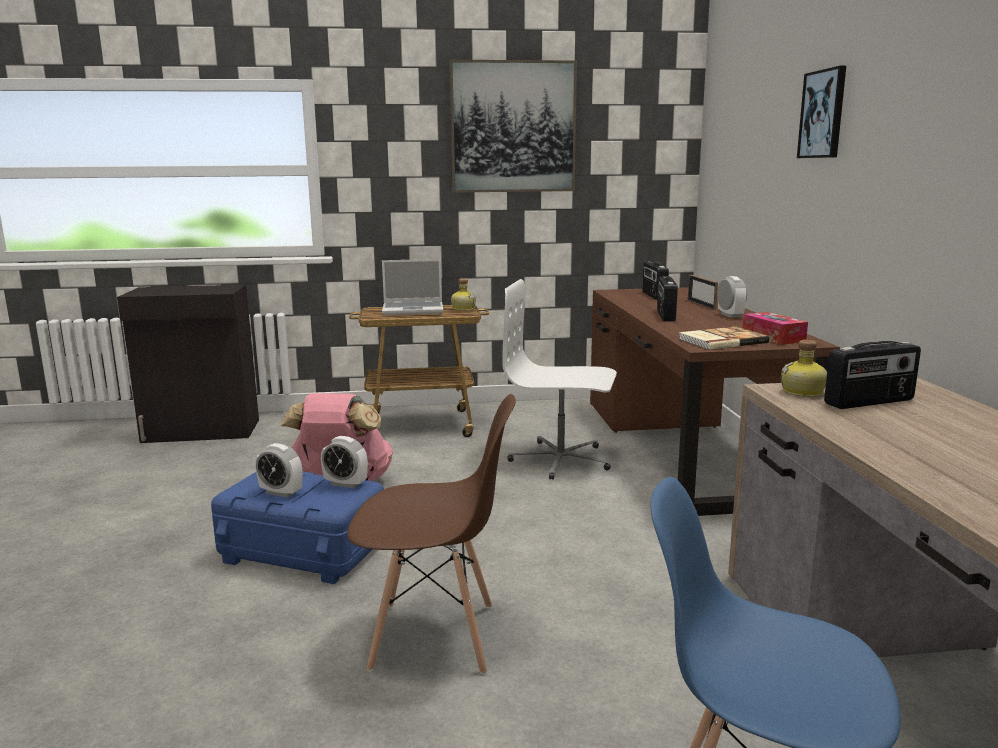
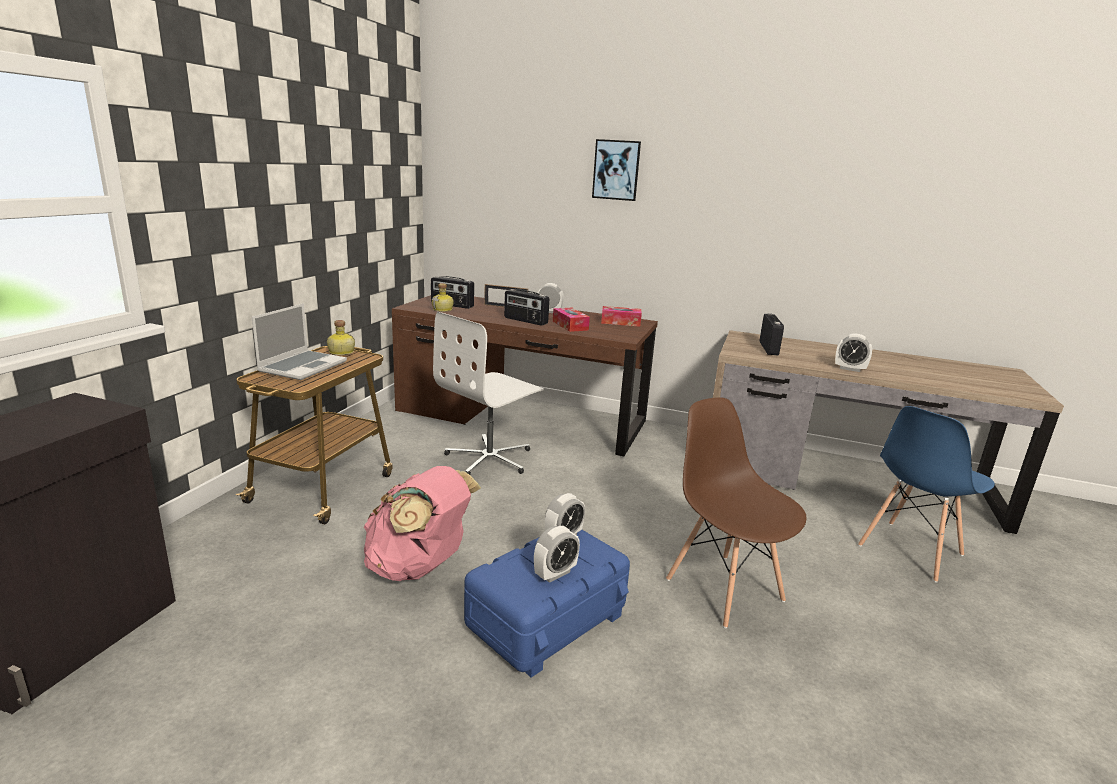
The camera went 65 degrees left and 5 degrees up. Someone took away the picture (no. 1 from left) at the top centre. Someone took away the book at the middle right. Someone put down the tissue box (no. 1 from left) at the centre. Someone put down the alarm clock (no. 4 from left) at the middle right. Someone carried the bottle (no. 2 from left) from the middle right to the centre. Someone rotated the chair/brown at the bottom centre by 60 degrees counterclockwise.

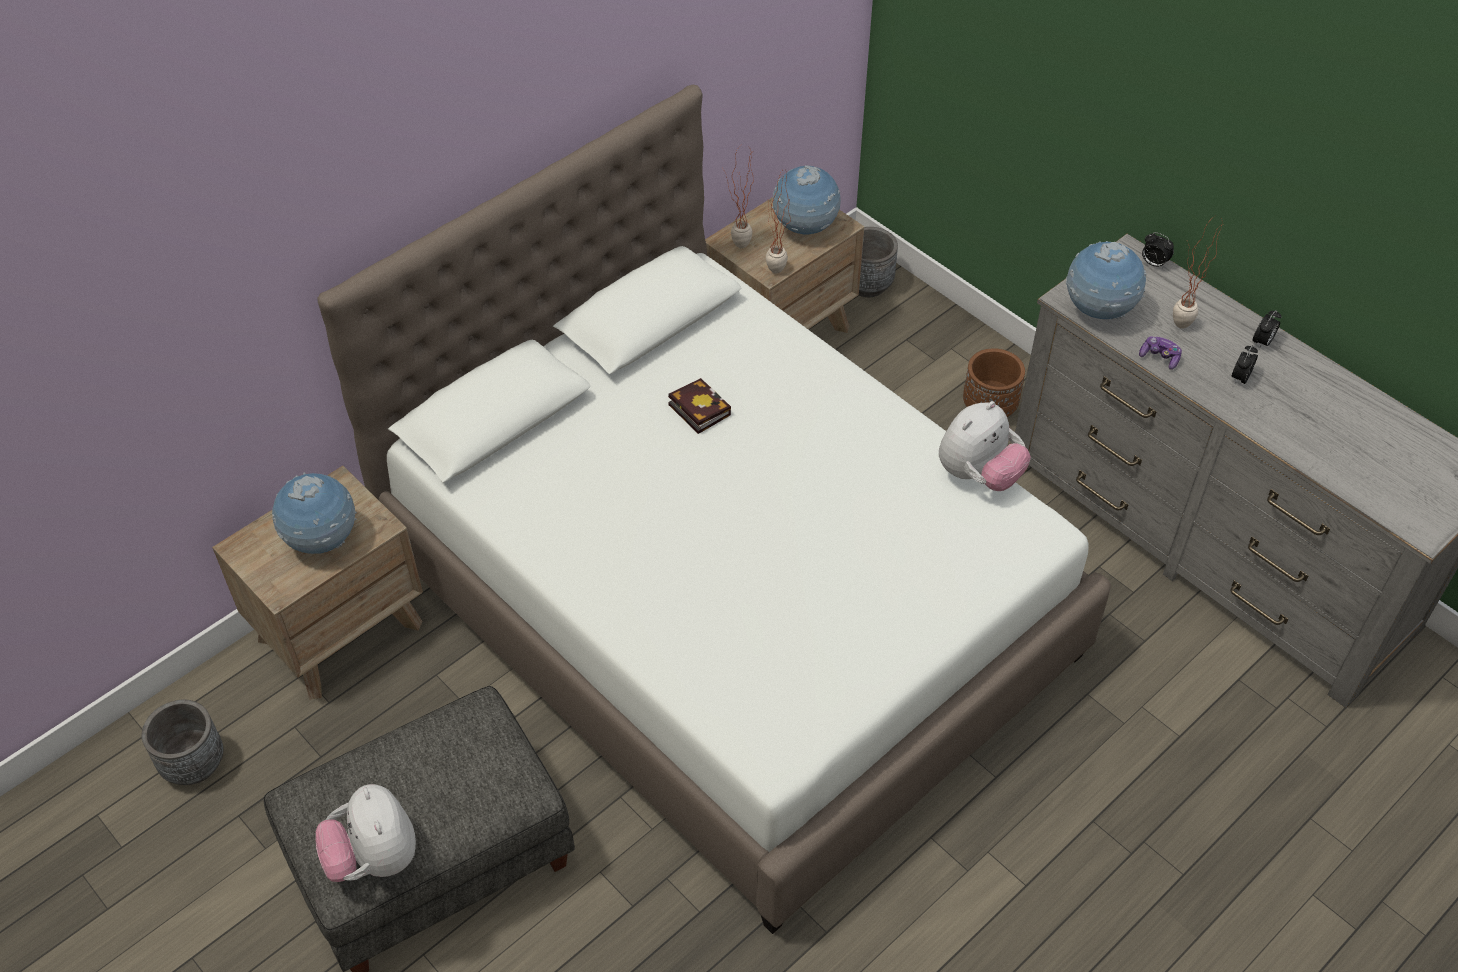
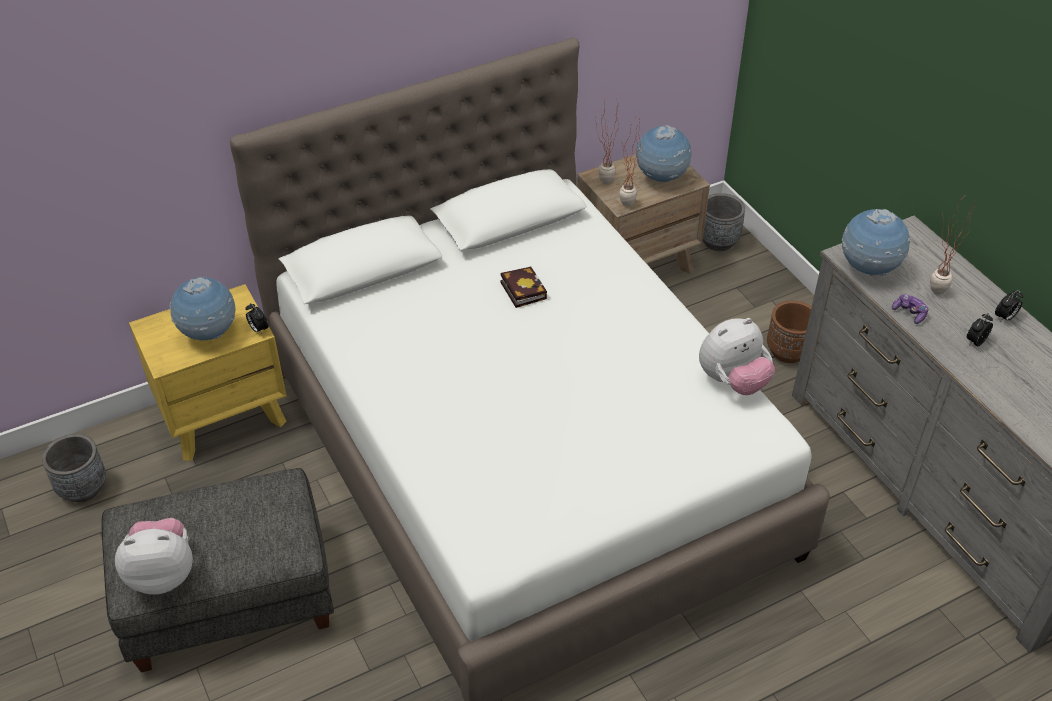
The camera went 15 degrees right and 5 degrees down. Someone carried the alarm clock (no. 1 from left) from the top right to the middle left. Someone repainted the nightstand/brown (no. 1 from left) at the middle left, which became the nightstand/yellow at the middle left. Someone rotated the plush toy (no. 1 from left) at the bottom left by 90 degrees clockwise.

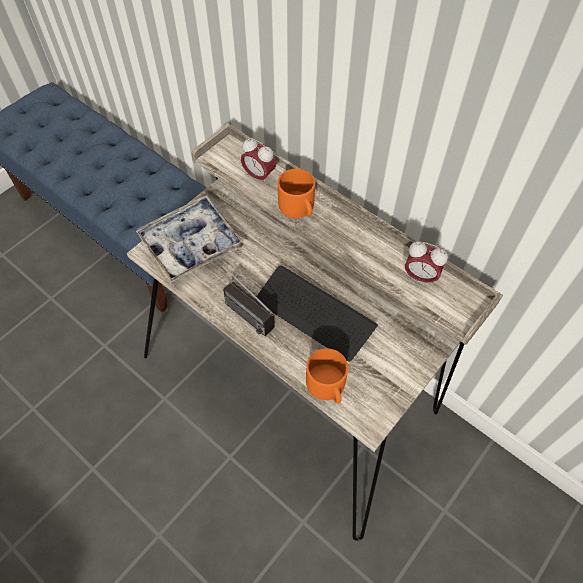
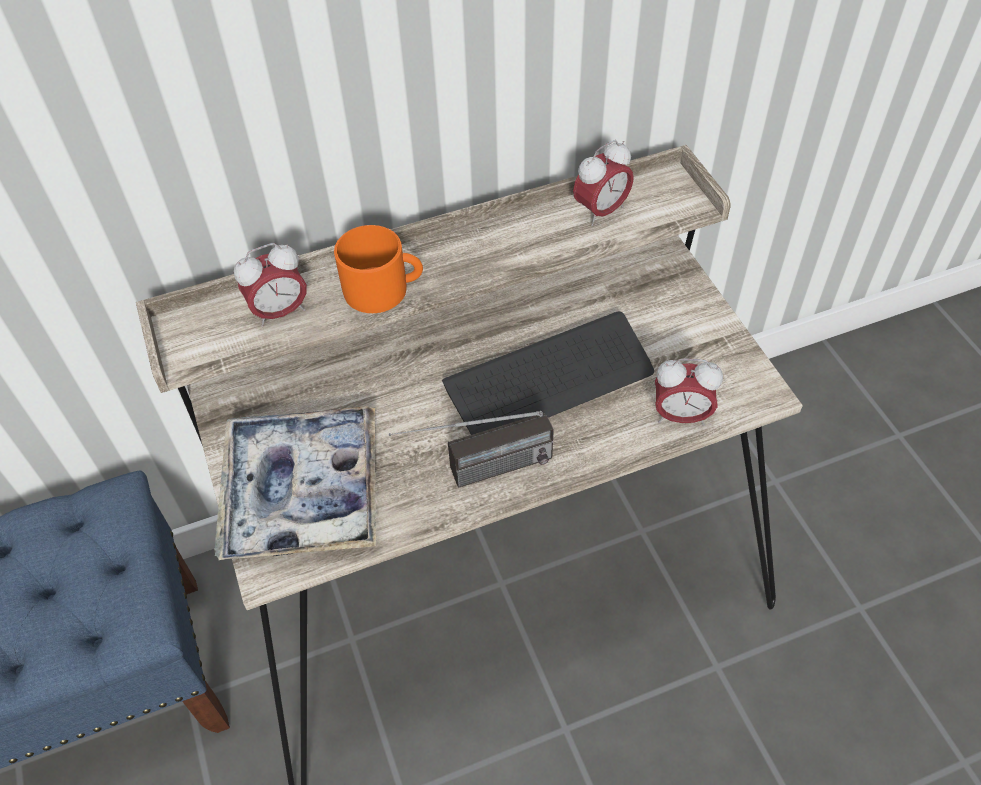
The camera went 60 degrees left and 5 degrees down. Someone swapped the mug/orange (no. 2 from left) at the centre for the alarm clock (no. 3 from left) at the middle right.

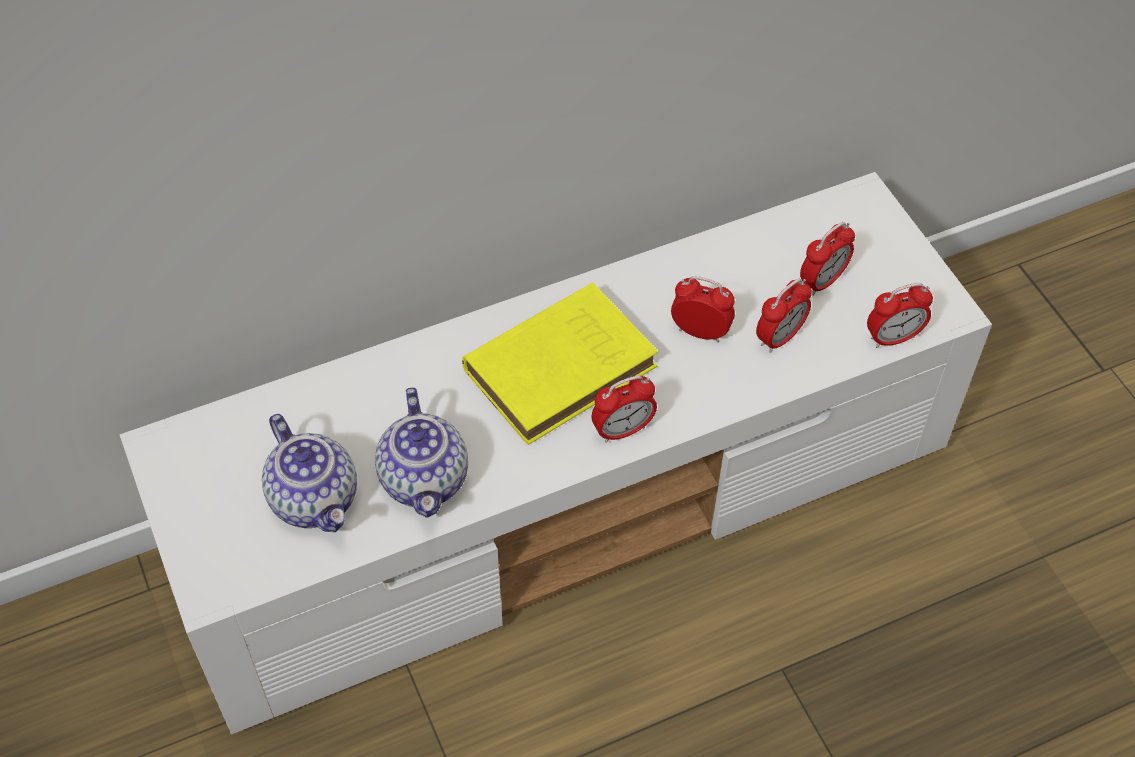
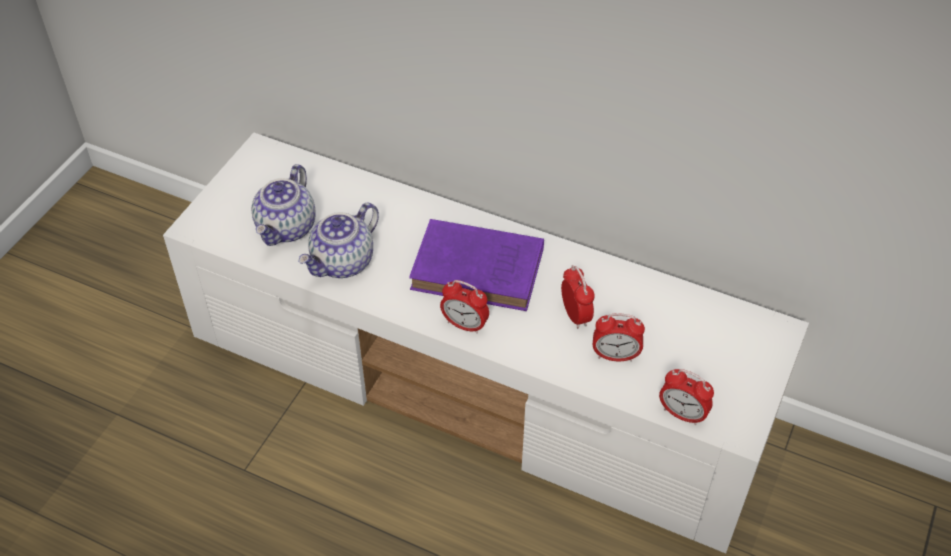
The camera went 50 degrees right and 5 degrees down. Someone took away the alarm clock (no. 4 from left) at the middle right. Someone repainted the book/yellow at the centre, which became the book/purple at the centre.

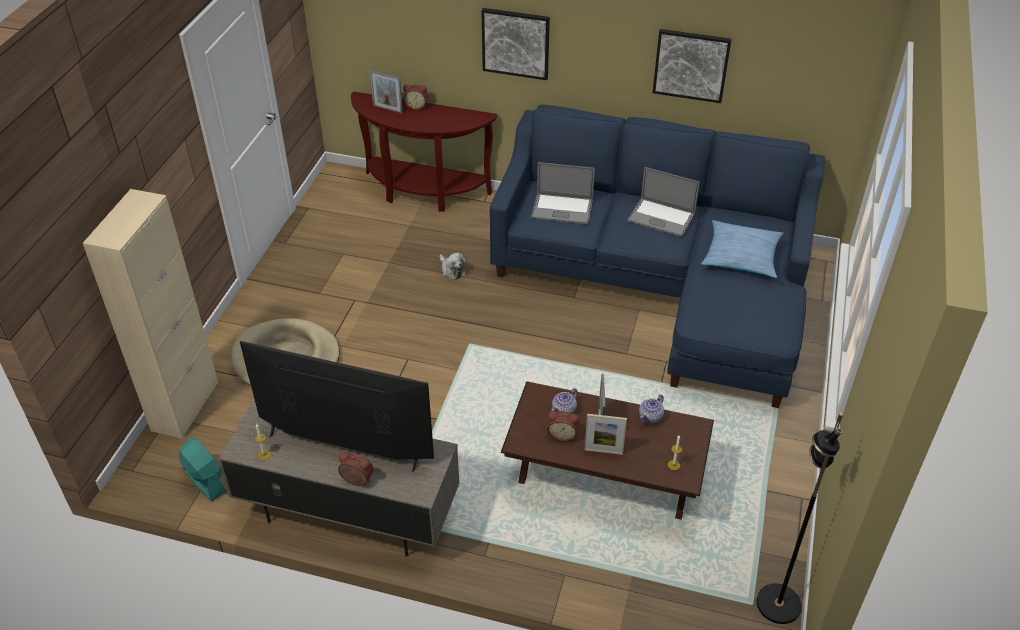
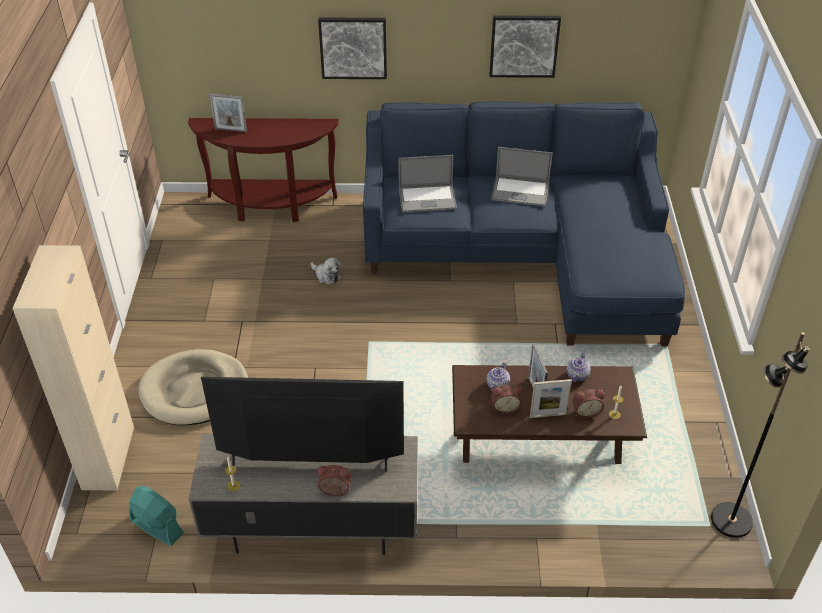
The camera went 15 degrees left and 0 degrees up. Someone took away the pillow at the middle right. Someone carried the alarm clock (no. 2 from left in the first image) from the top centre to the middle right.

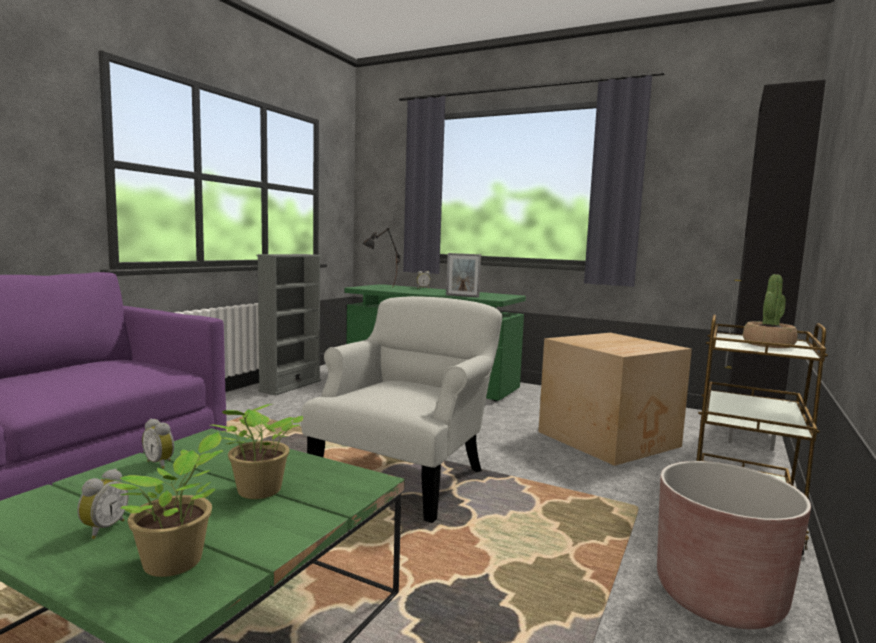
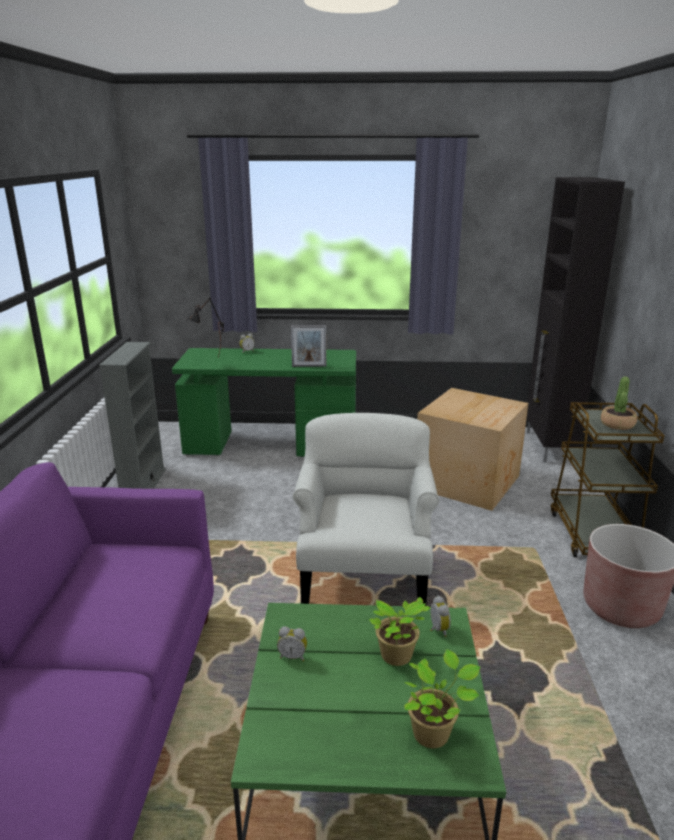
The camera went 25 degrees left and 15 degrees up. Someone carried the alarm clock (no. 1 from left in the first image) from the bottom left to the bottom centre.

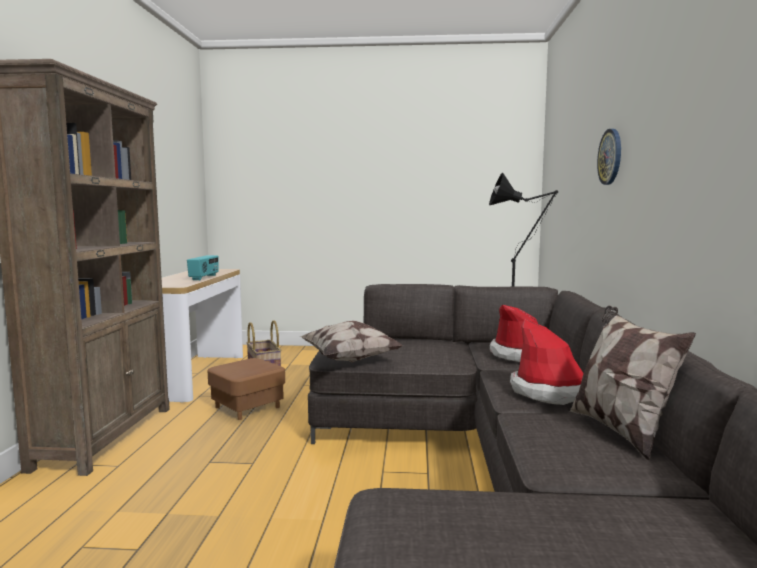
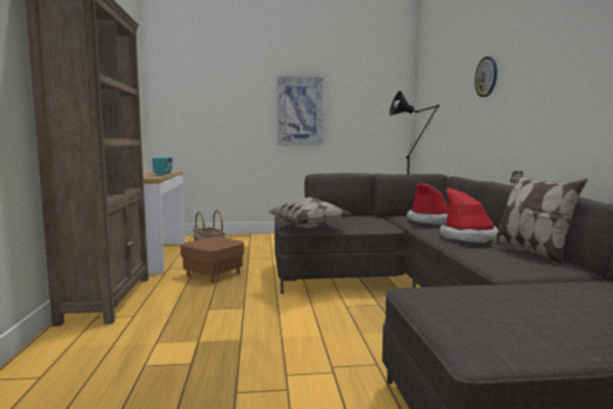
The camera went 10 degrees left and 0 degrees up. Someone put up the picture at the top centre.

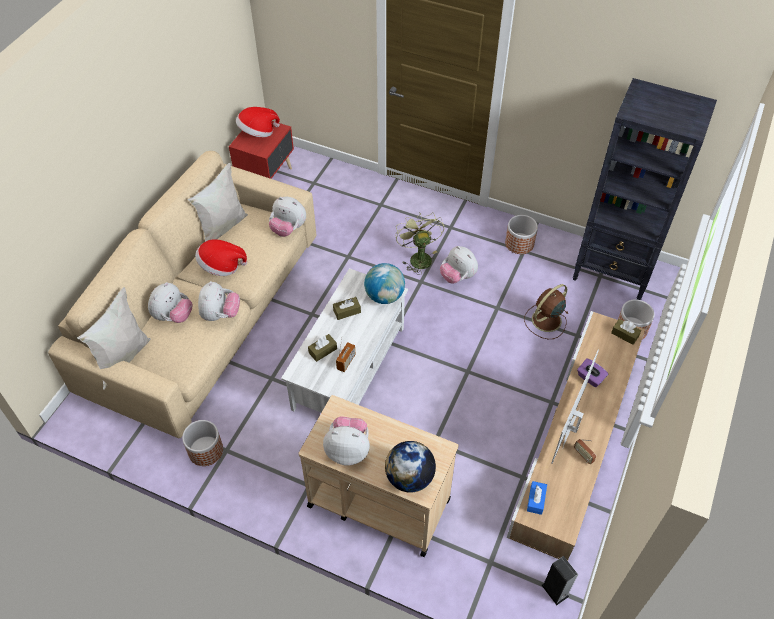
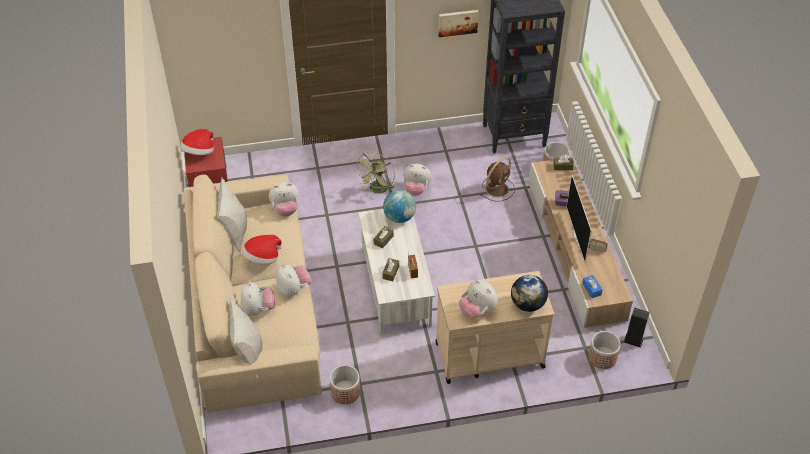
The camera went 35 degrees left and 5 degrees down. Someone put up the picture at the top centre. Someone carried the planter (no. 2 from left in the first image) from the middle right to the bottom right. Someone rotated the plush toy (no. 4 from left in the first image) at the bottom centre by 105 degrees counterclockwise. Someone rotated the fan/green at the centre by 105 degrees counterclockwise. Someone rotated the fan/brown at the middle right by 150 degrees counterclockwise.

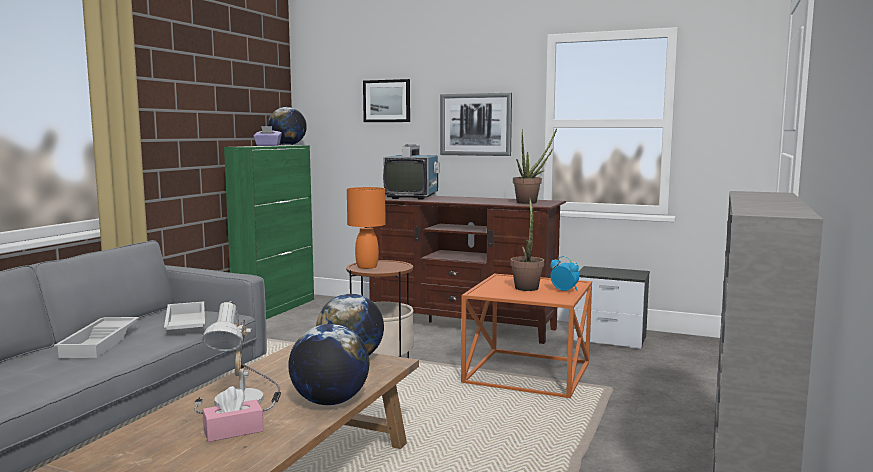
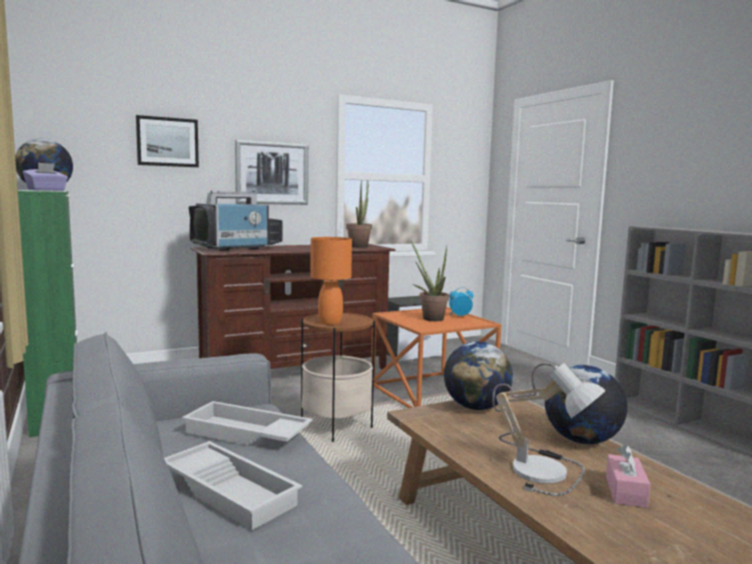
The camera went 50 degrees left and 0 degrees up. Someone rotated the television at the centre by 90 degrees clockwise.

